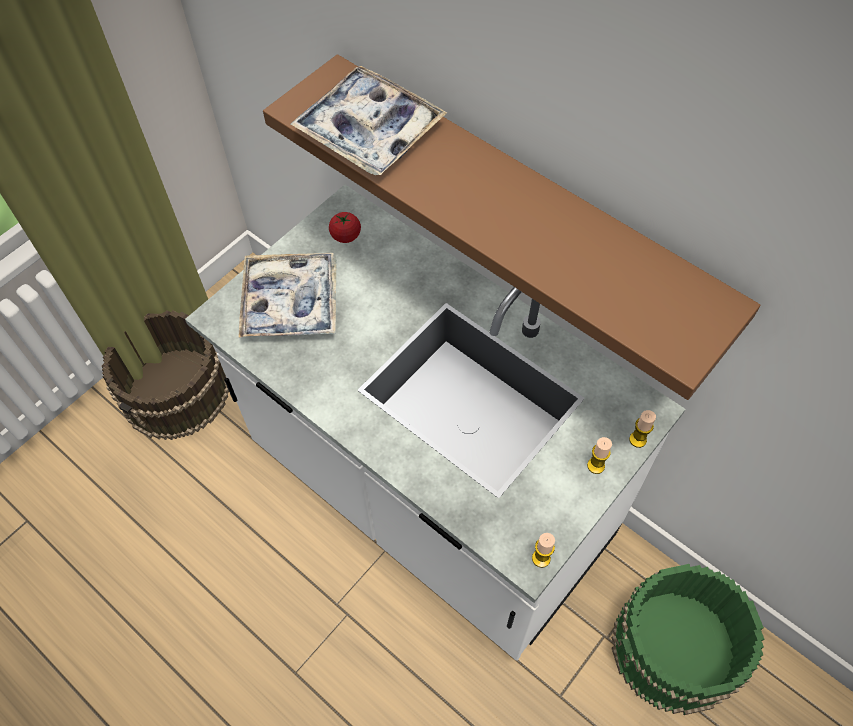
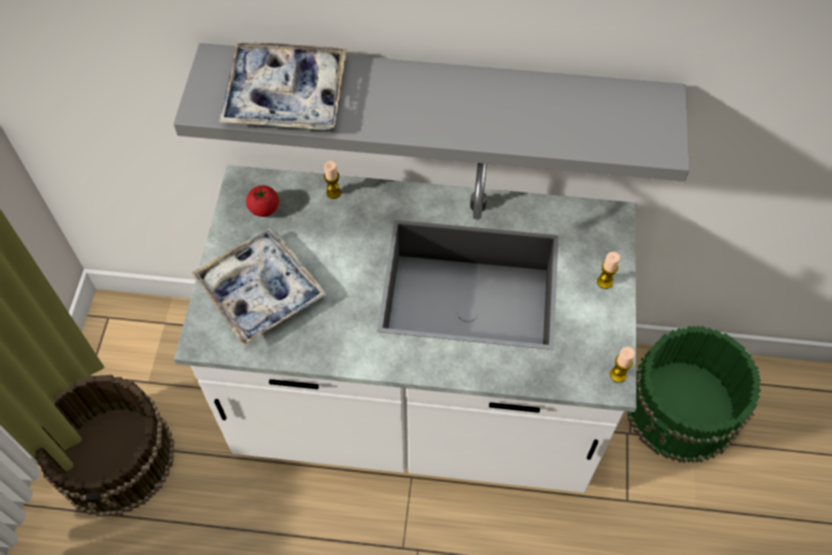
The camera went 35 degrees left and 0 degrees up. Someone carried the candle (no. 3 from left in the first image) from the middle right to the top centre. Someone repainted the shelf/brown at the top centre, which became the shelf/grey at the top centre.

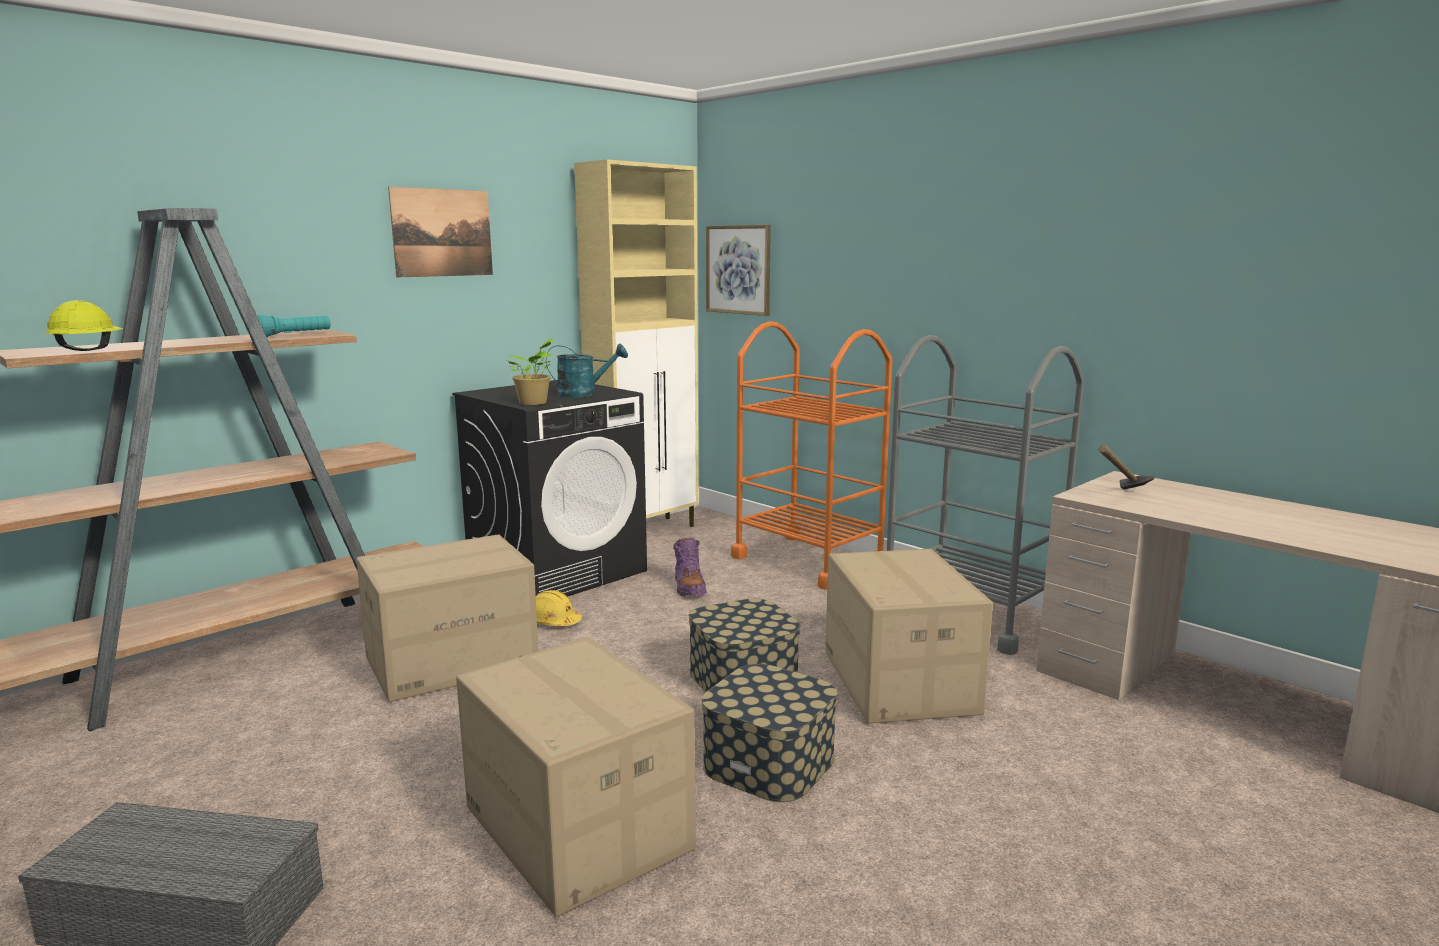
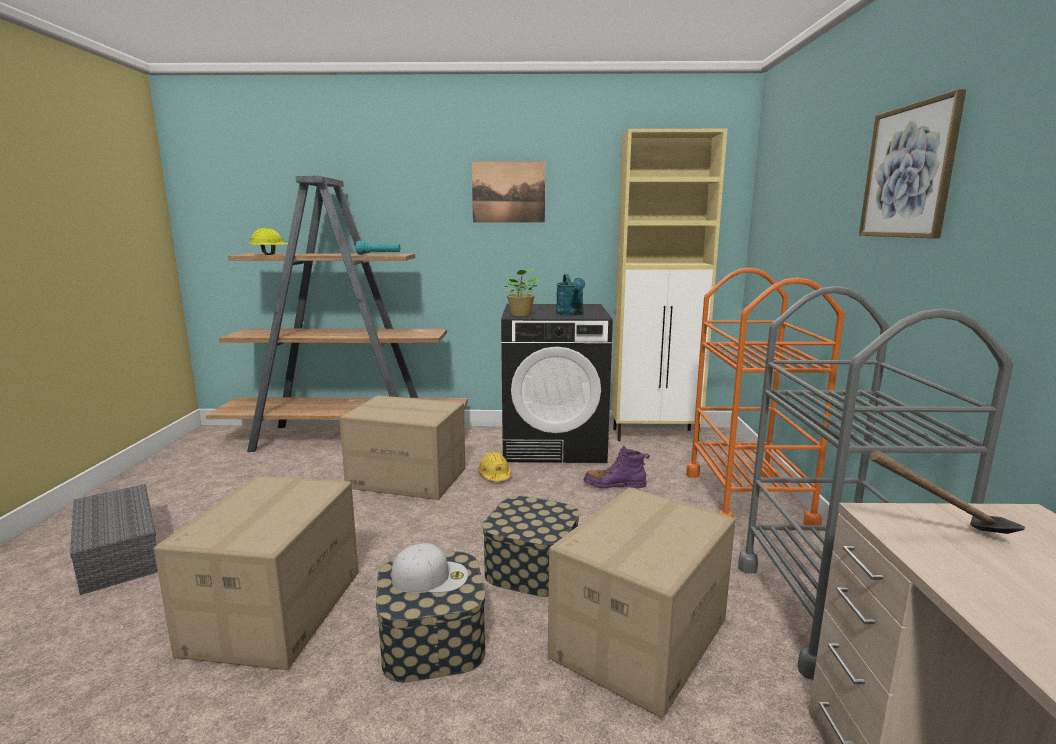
The camera went 45 degrees right and 0 degrees up. Someone put down the cap/white at the bottom centre. Someone carried the picture (no. 2 from left) from the top centre to the top right. Someone rotated the watering can/turquoise at the centre by 45 degrees clockwise. Someone rotated the boot/purple at the centre by 60 degrees clockwise.

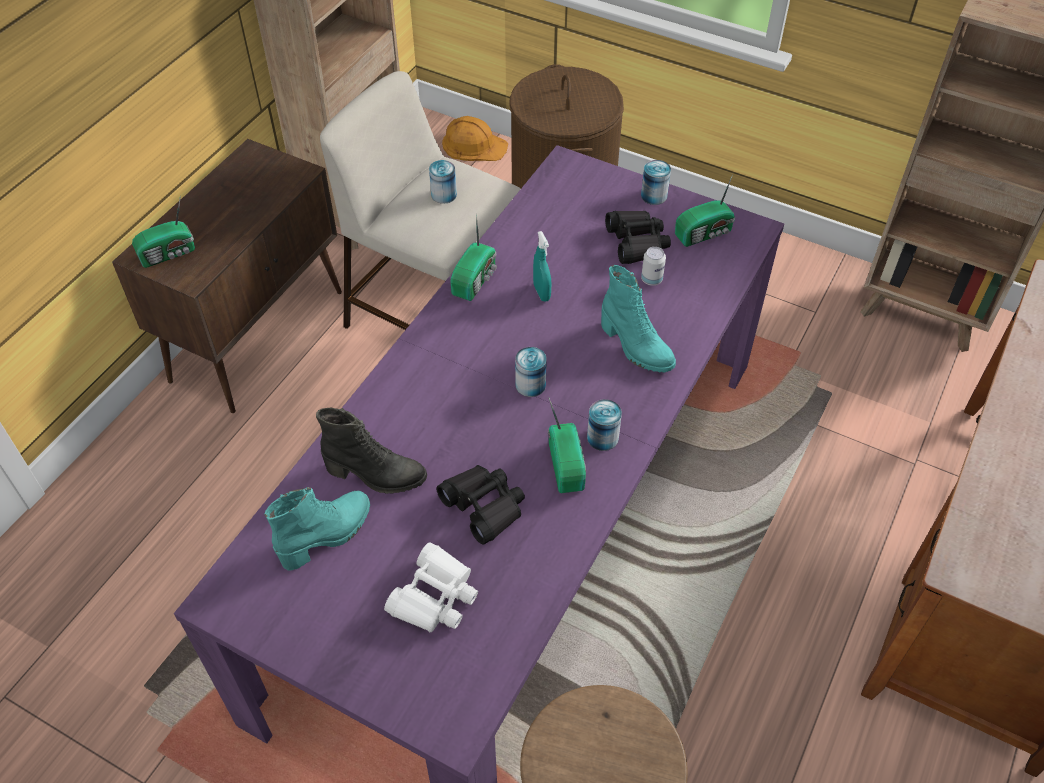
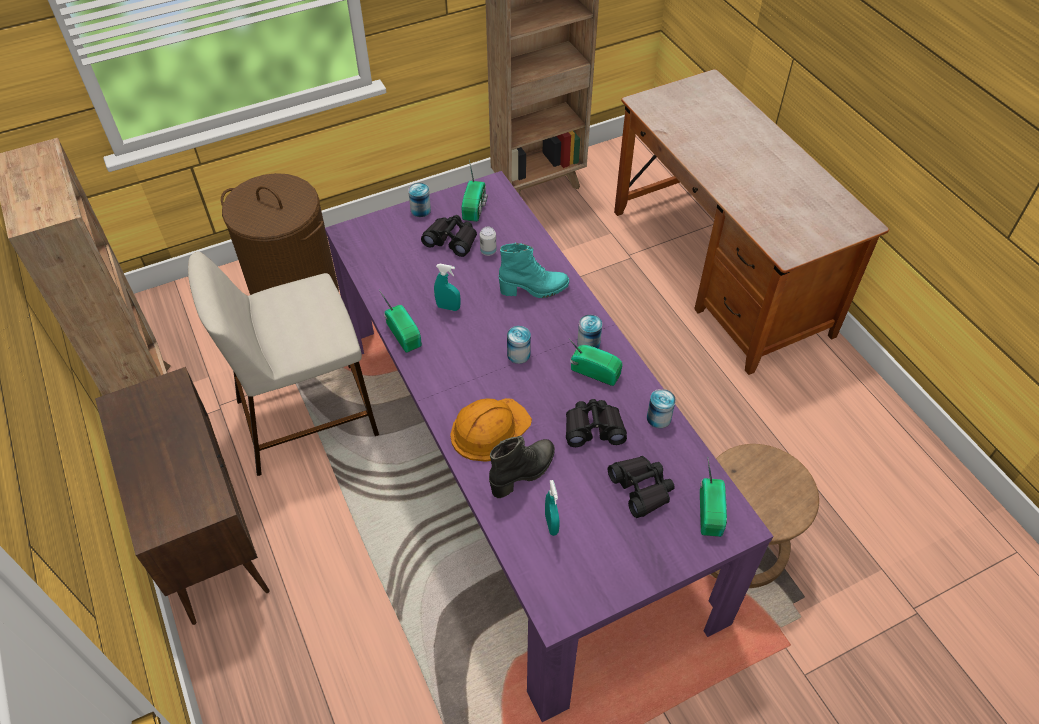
The camera went 55 degrees left and 0 degrees up. Someone carried the radio (no. 1 from left in the first image) from the top left to the bottom right. Someone carried the can (no. 1 from left in the first image) from the top centre to the centre. Someone carried the hard hat/orange from the top centre to the centre. Someone swapped the boot/turquoise (no. 1 from left) at the bottom left for the spray bottle/turquoise (no. 2 from left) at the bottom centre. Someone repainted the binoculars/white at the bottom centre, which became the binoculars/black (no. 3 from left) at the bottom centre.

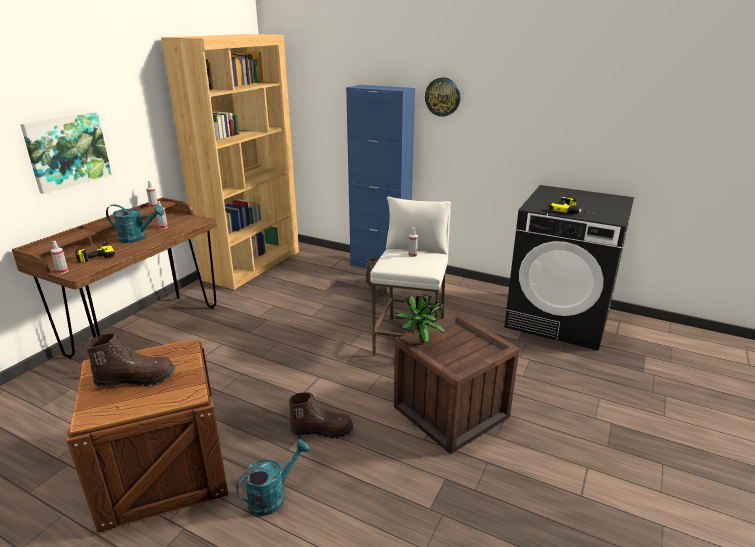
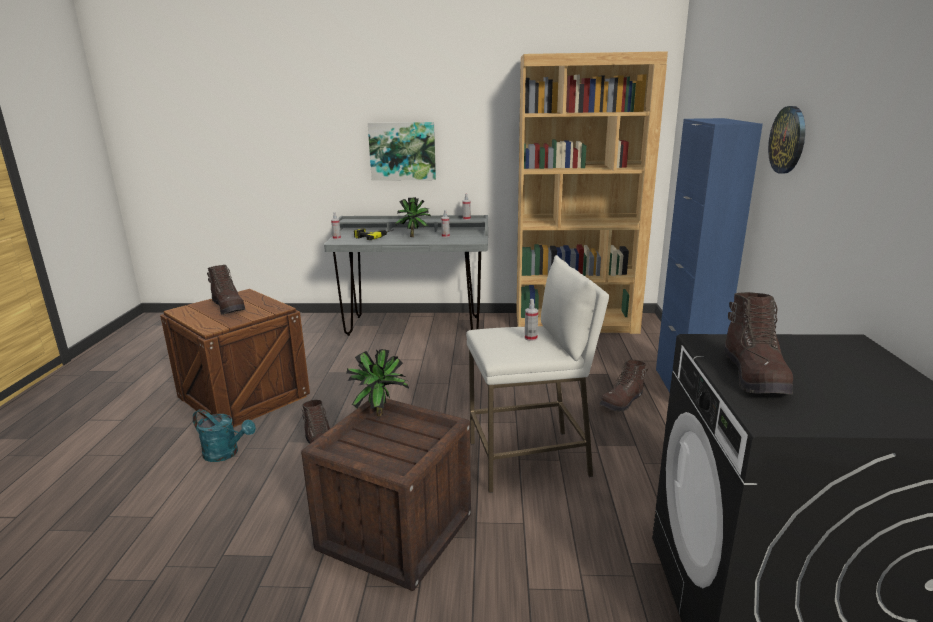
The camera went 65 degrees right and 5 degrees down. Someone swapped the watering can/turquoise (no. 1 from left) at the middle left for the potted plant (no. 2 from left) at the centre. Someone swapped the power drill (no. 2 from left) at the middle right for the boot/brown (no. 4 from left) at the middle right. Someone repainted the desk/brown at the middle left, which became the desk/grey at the centre.

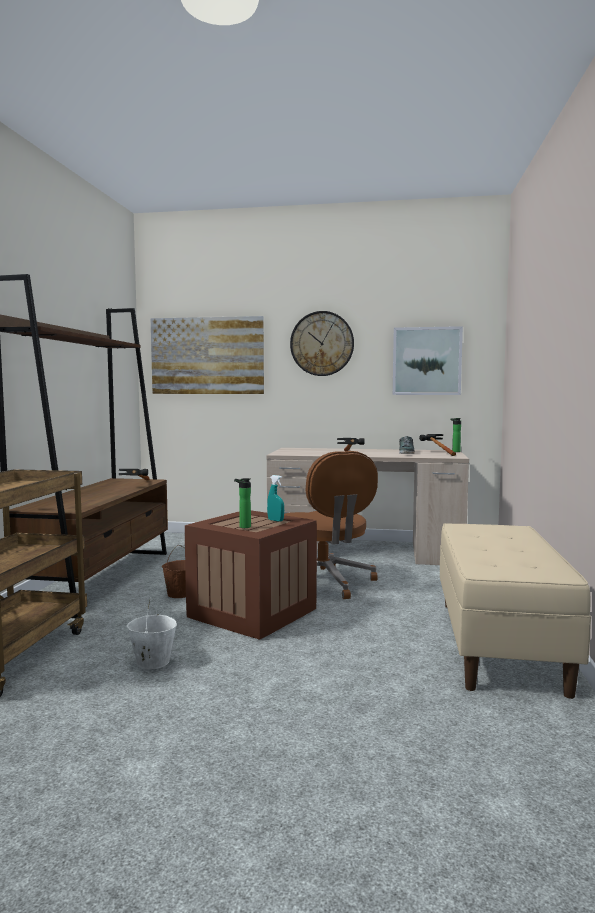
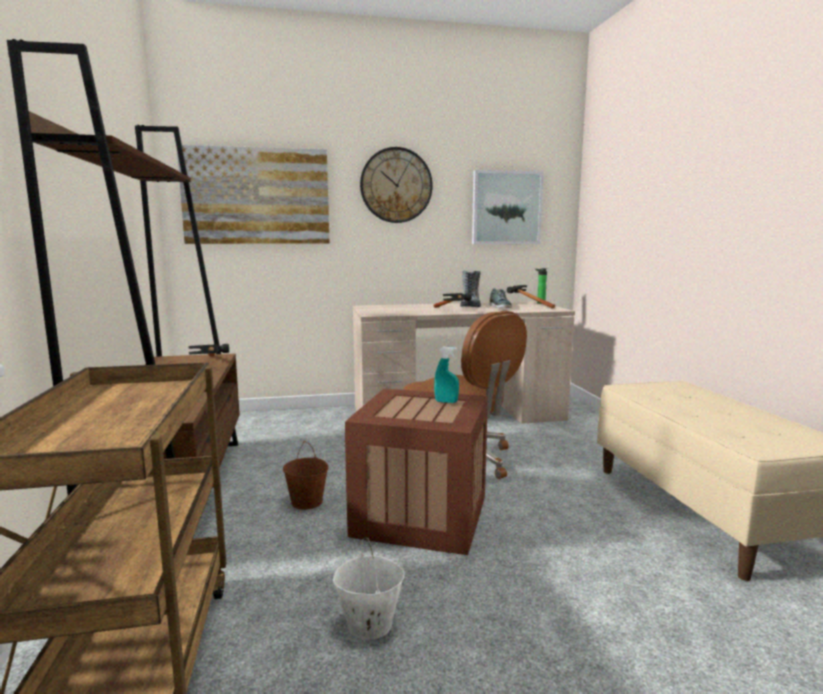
The camera went 20 degrees left and 5 degrees up. Someone took away the bottle (no. 1 from left) at the centre. Someone put down the boot at the centre.

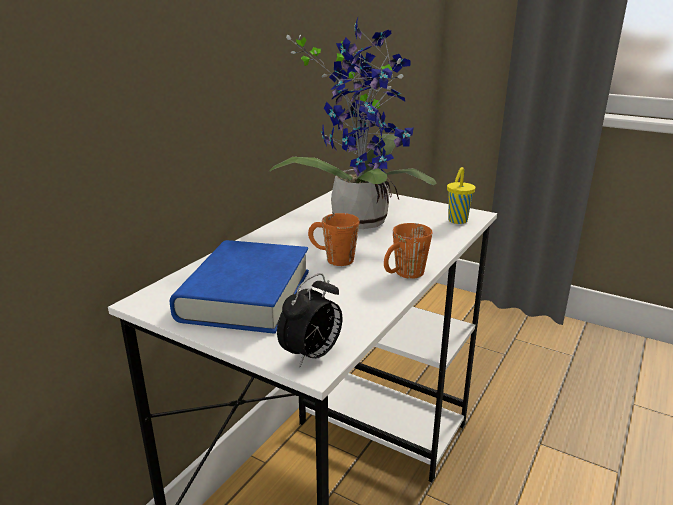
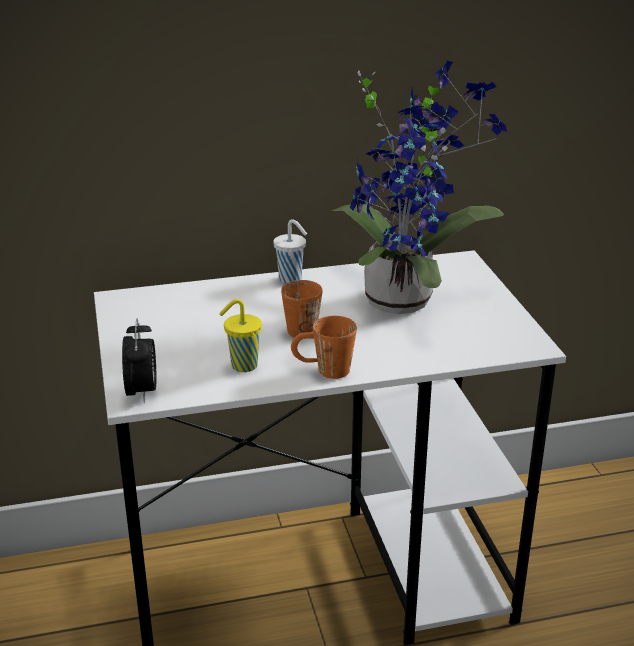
The camera went 45 degrees right and 5 degrees up. Someone took away the book/blue at the centre. Someone put down the cup/white at the centre. Someone carried the cup/yellow from the middle right to the centre. Someone rotated the alarm clock at the centre by 90 degrees counterclockwise.

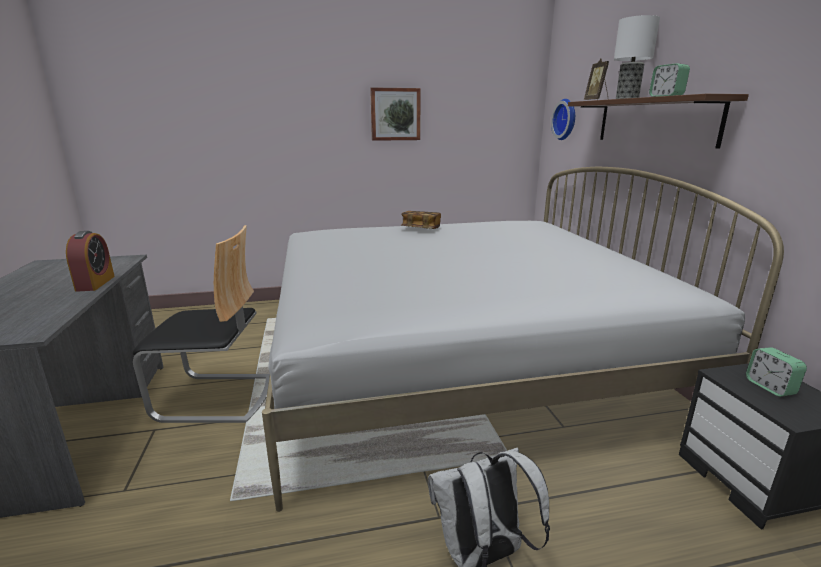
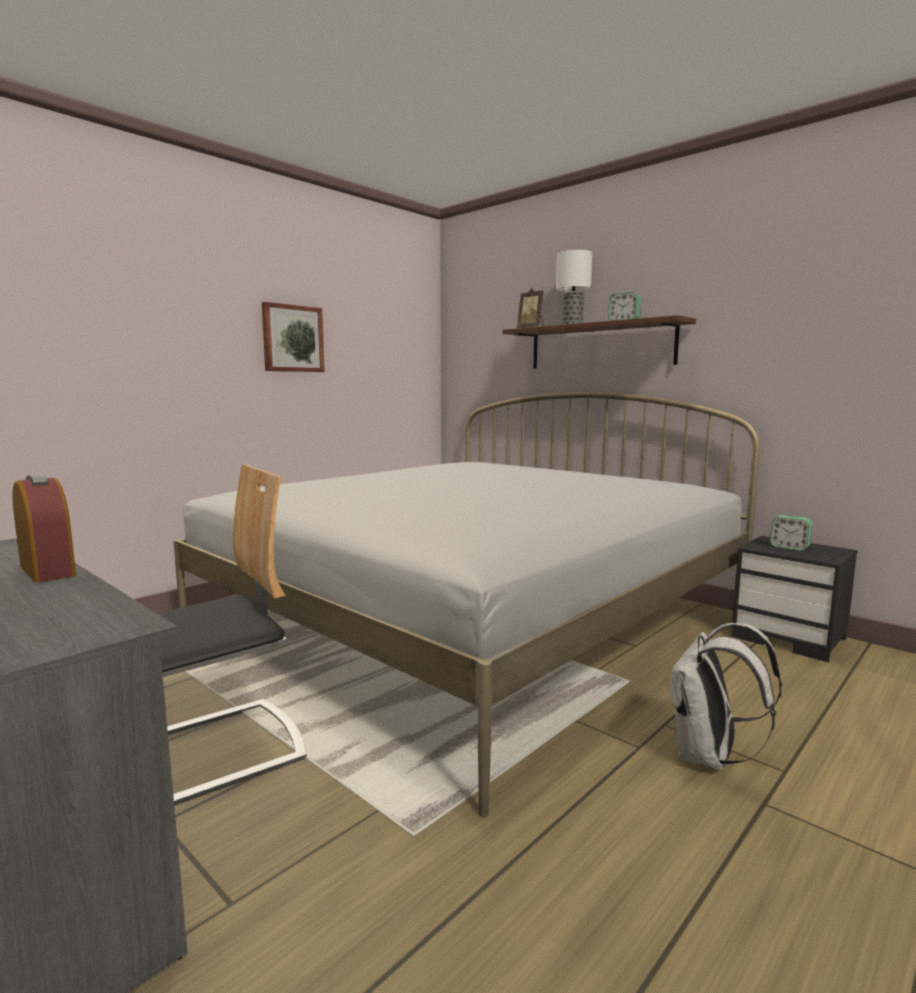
The camera went 35 degrees left and 10 degrees down. Someone took away the book at the centre. Someone took away the wall clock at the top right.

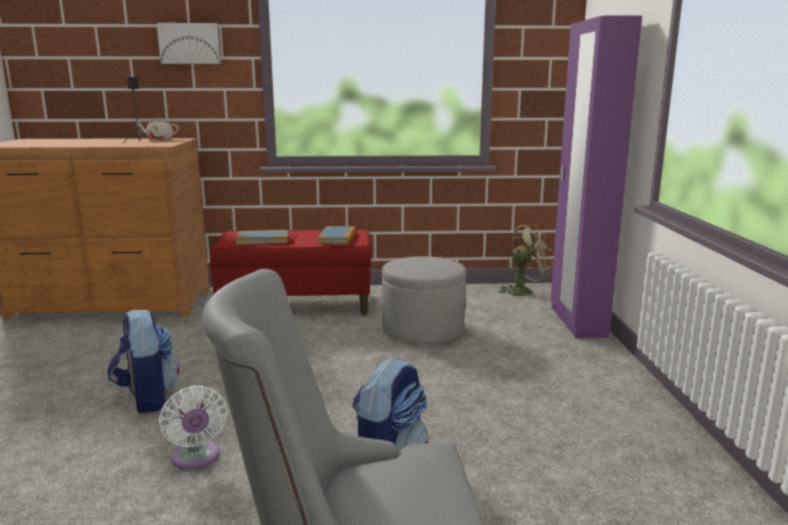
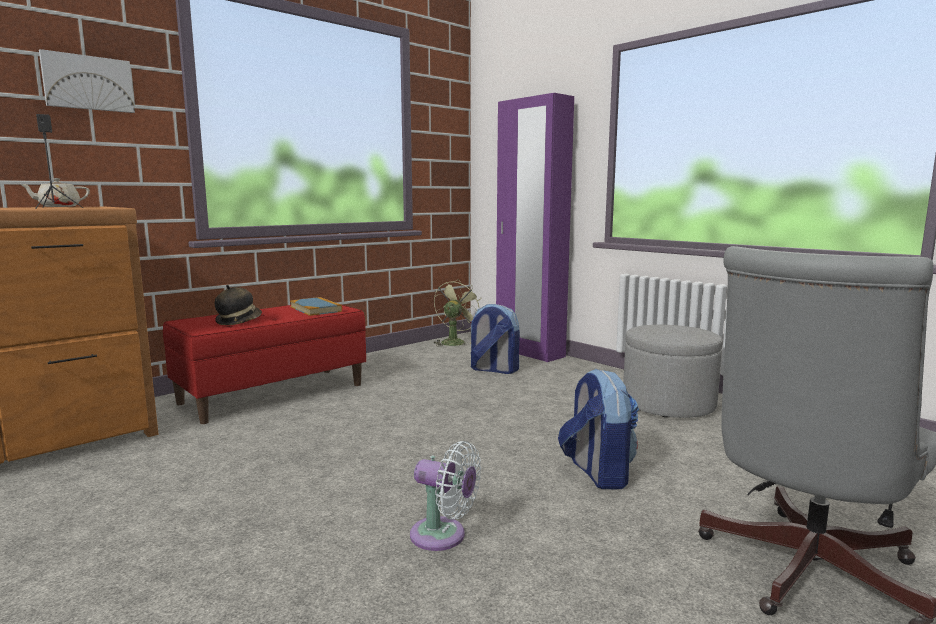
The camera went 40 degrees left and 5 degrees down. Someone carried the backpack (no. 1 from left) from the bottom left to the centre. Someone carried the ottoman/grey from the centre to the middle right. Someone swapped the book (no. 1 from left) at the middle left for the hat at the middle left.

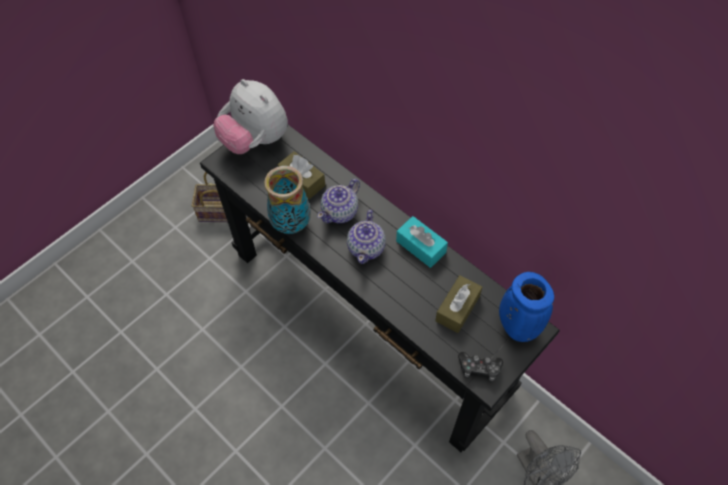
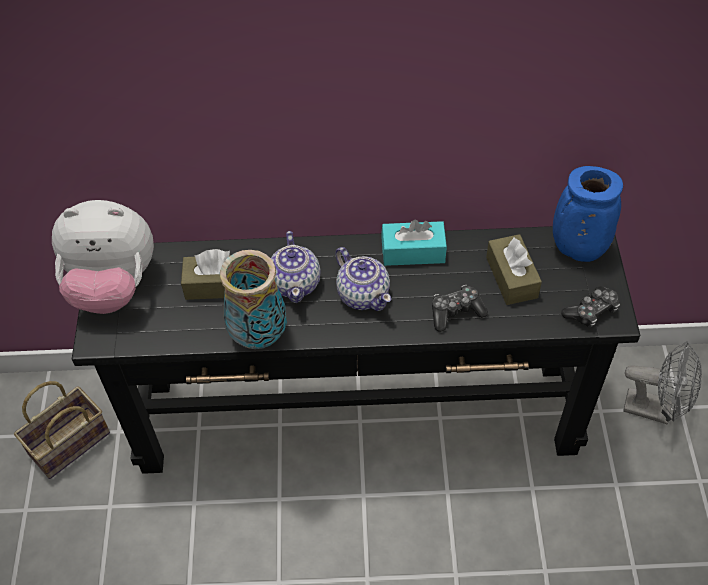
The camera went 45 degrees left and 5 degrees down. Someone put down the game controller (no. 1 from left) at the centre.

